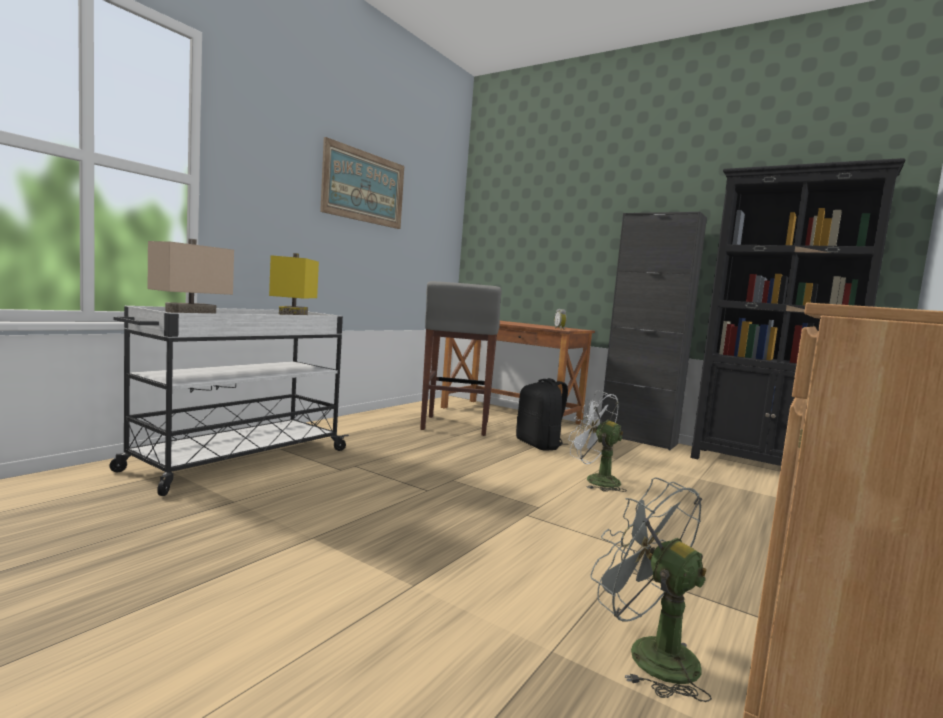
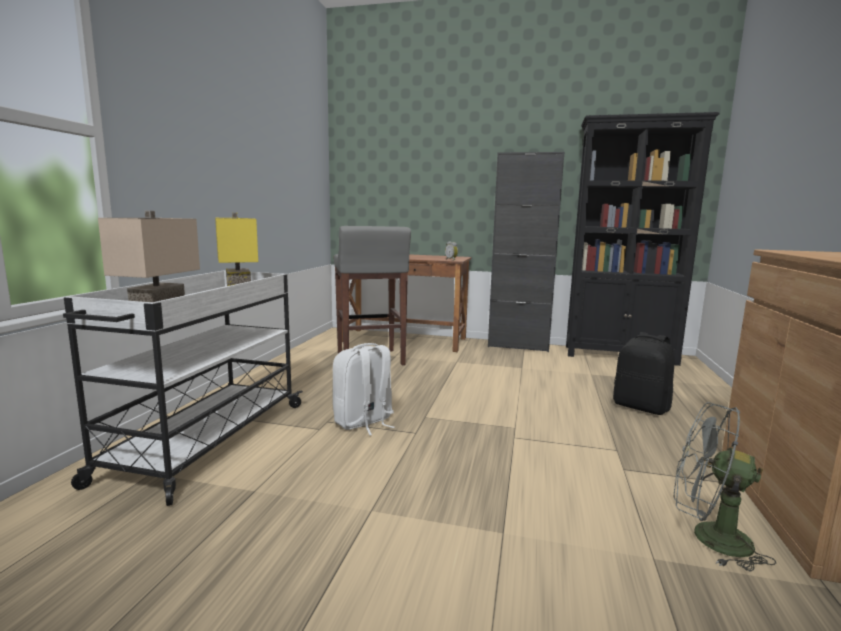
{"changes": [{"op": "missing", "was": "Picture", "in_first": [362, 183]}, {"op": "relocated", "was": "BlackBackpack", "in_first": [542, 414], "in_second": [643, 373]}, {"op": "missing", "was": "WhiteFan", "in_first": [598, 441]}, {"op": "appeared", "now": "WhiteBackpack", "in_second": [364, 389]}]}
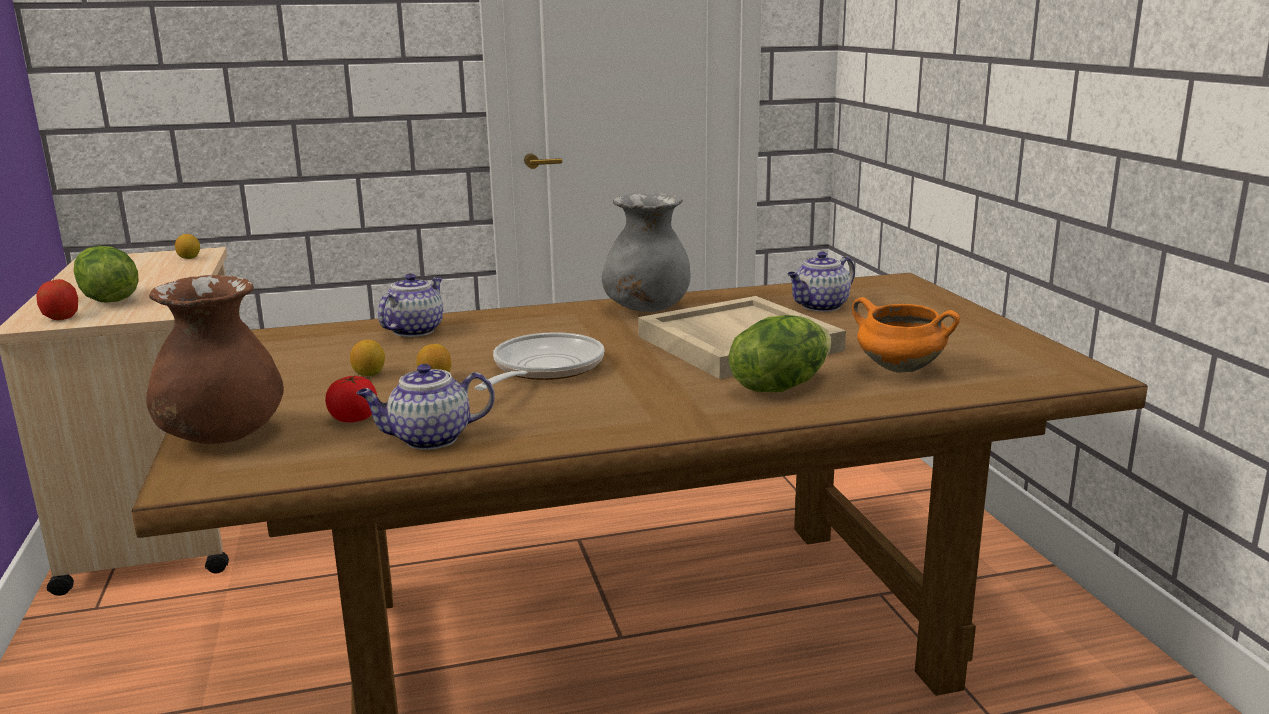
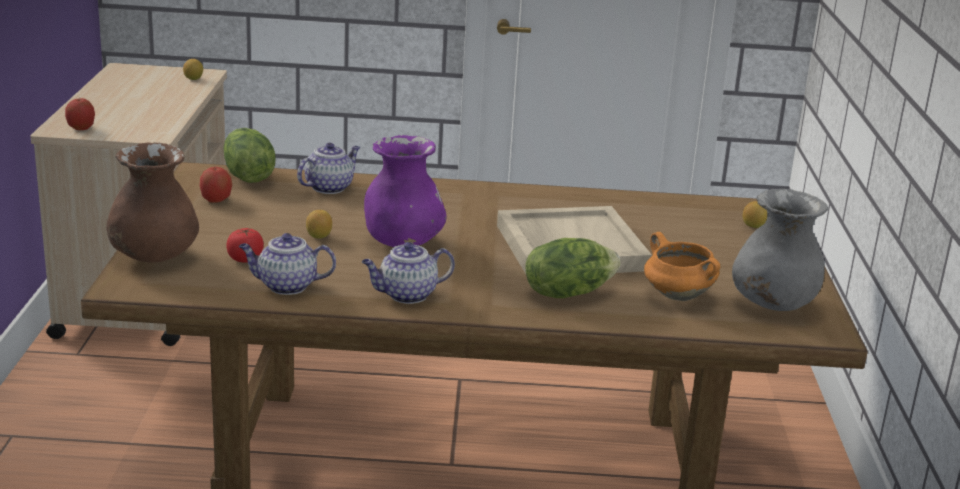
{"changes": [{"op": "relocated", "was": "GreyVase", "in_first": [646, 252], "in_second": [780, 250]}, {"op": "relocated", "was": "Lettuce", "in_first": [106, 274], "in_second": [249, 155]}, {"op": "relocated", "was": "Teapot", "in_first": [821, 282], "in_second": [408, 273]}, {"op": "exchanged", "was": "FryingPan", "now": "PurpleVase", "in_first": [539, 361], "in_second": [405, 191]}, {"op": "relocated", "was": "Lemon", "in_first": [367, 358], "in_second": [755, 214]}, {"op": "appeared", "now": "Apple", "in_second": [216, 185]}]}
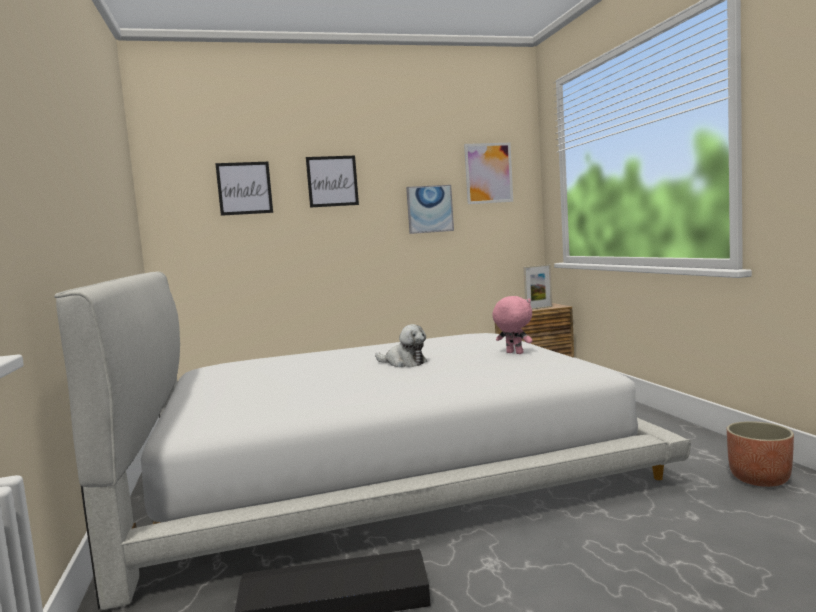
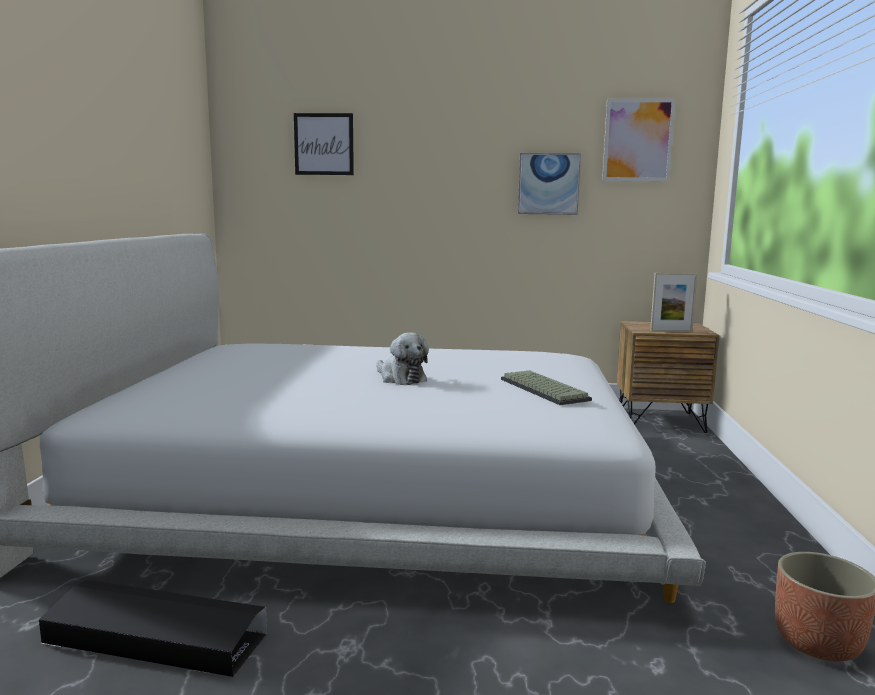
{"changes": [{"op": "missing", "was": "Picture", "in_first": [332, 182]}, {"op": "exchanged", "was": "PinkPlushToy", "now": "Keyboard", "in_first": [512, 325], "in_second": [546, 387]}]}
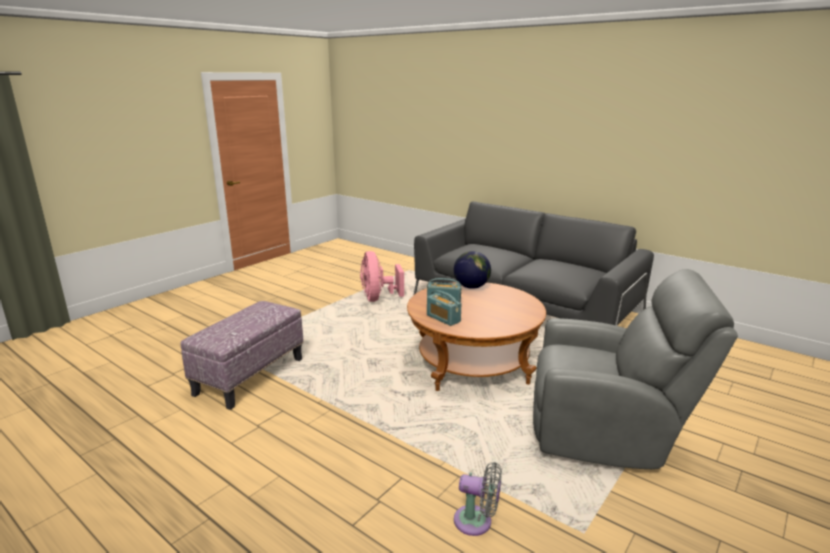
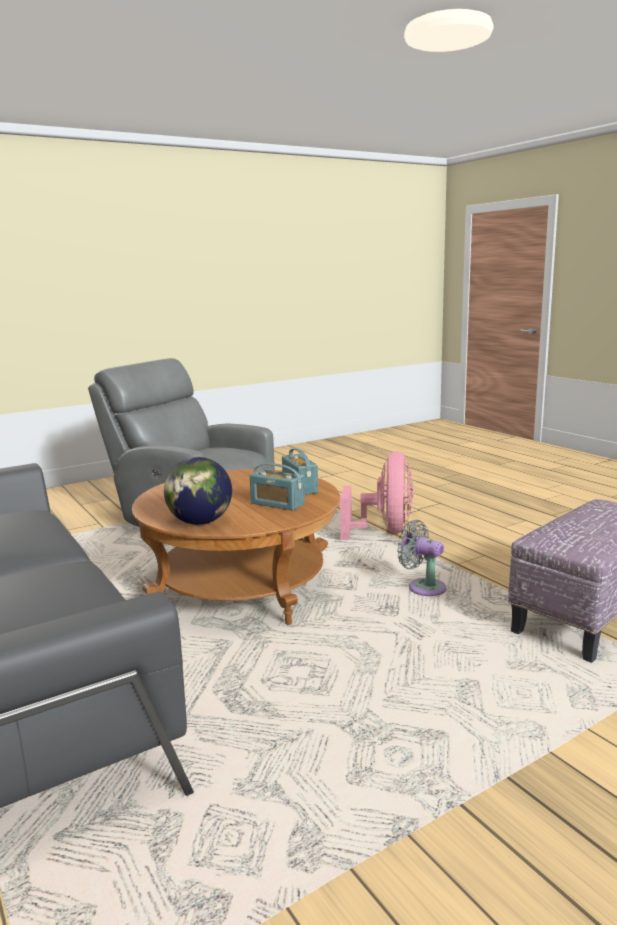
{"changes": [{"op": "relocated", "was": "PinkFan", "in_first": [382, 276], "in_second": [377, 495]}, {"op": "relocated", "was": "GreyFan", "in_first": [478, 499], "in_second": [421, 558]}]}
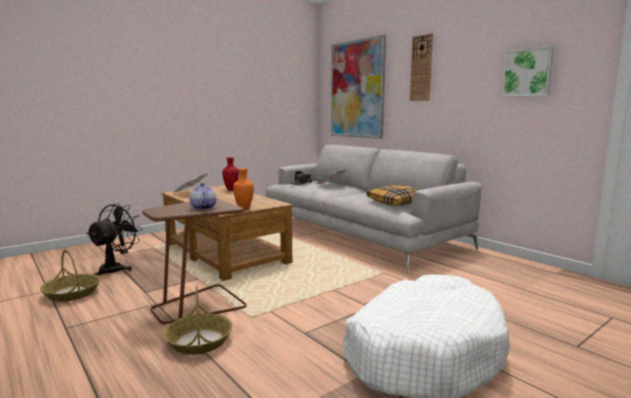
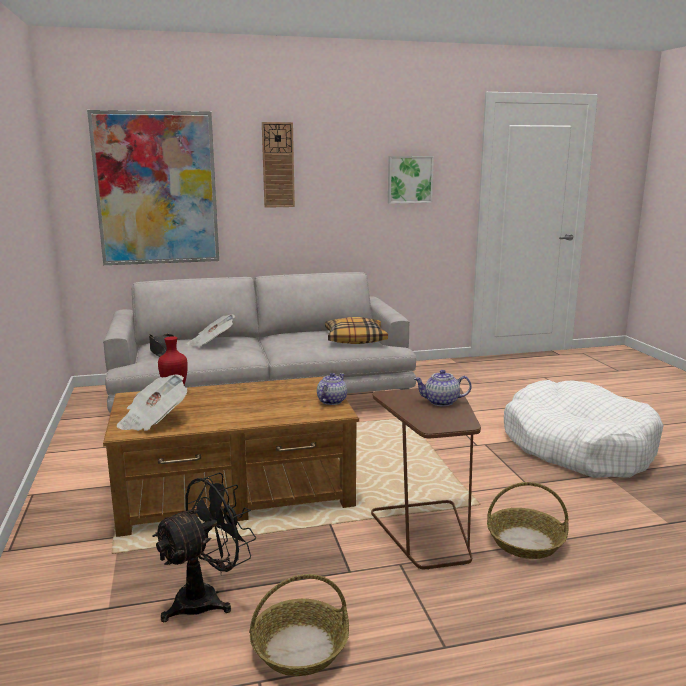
{"changes": [{"op": "exchanged", "was": "OrangeVase", "now": "Teapot", "in_first": [243, 189], "in_second": [332, 389]}, {"op": "spun", "was": "BlackFan", "in_first": [114, 239], "in_second": [204, 547], "clockwise": 90}]}
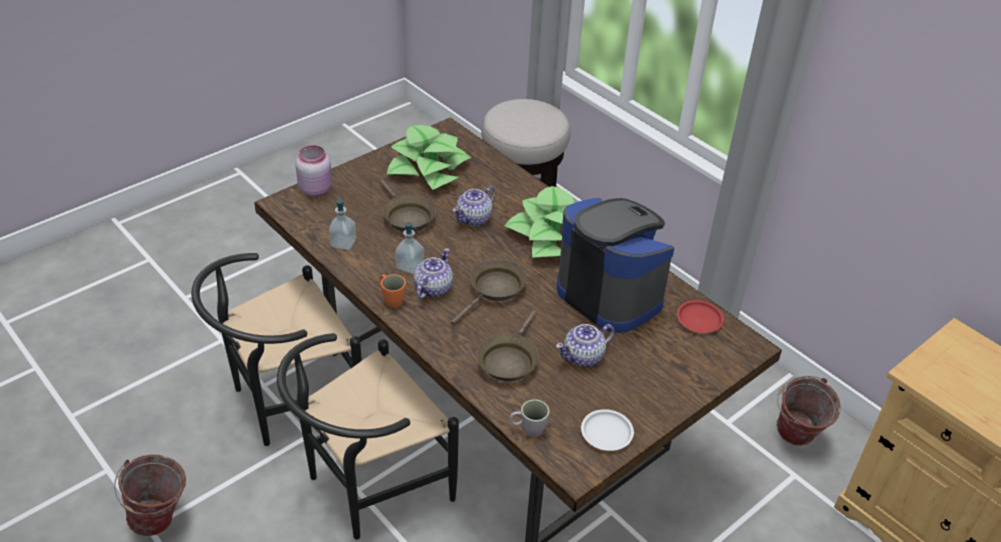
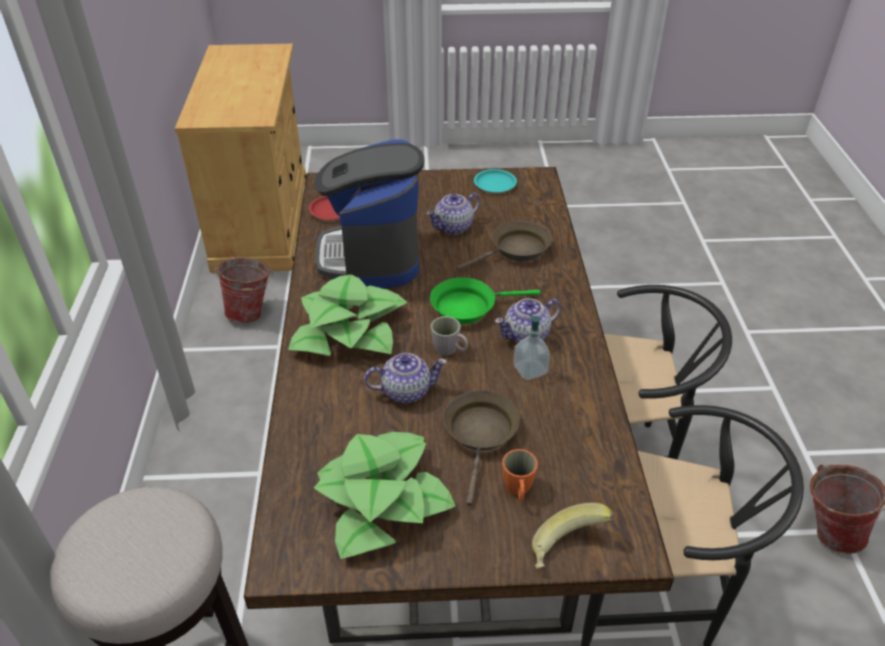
{"changes": [{"op": "exchanged", "was": "PinkJar", "now": "Banana", "in_first": [313, 171], "in_second": [573, 536]}, {"op": "missing", "was": "SoapDispenser", "in_first": [342, 224]}, {"op": "colour", "was": "BrownFryingPan", "now": "GreenFryingPan", "in_first": [489, 292], "in_second": [485, 300]}, {"op": "relocated", "was": "OrangeMug", "in_first": [393, 291], "in_second": [520, 475]}, {"op": "spun", "was": "Teapot", "in_first": [585, 345], "in_second": [453, 214], "clockwise": 135}, {"op": "relocated", "was": "GreyMug", "in_first": [529, 418], "in_second": [449, 336]}, {"op": "colour", "was": "WhitePlate", "now": "TurquoisePlate", "in_first": [607, 430], "in_second": [495, 181]}]}
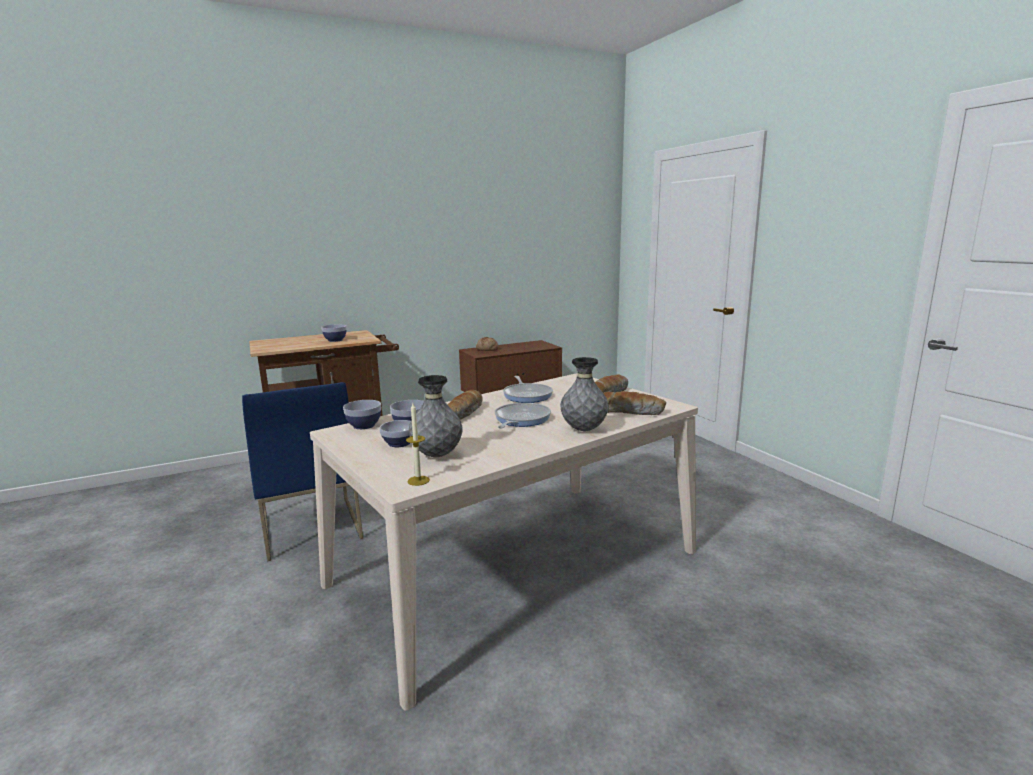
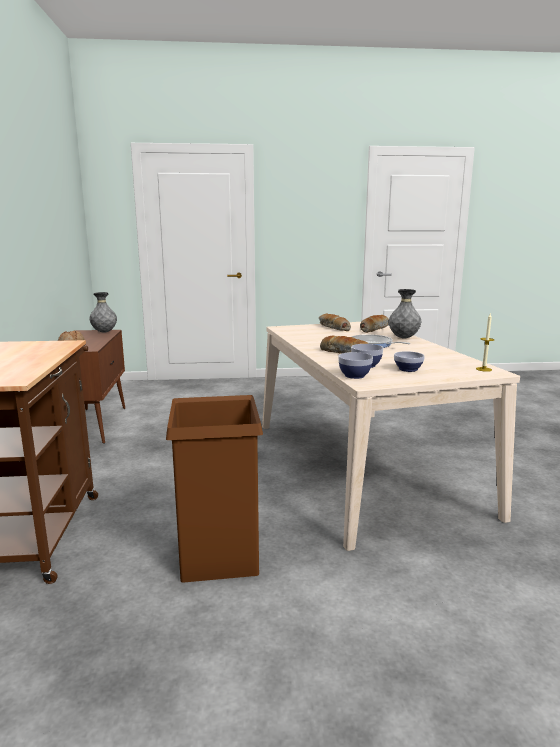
{"changes": [{"op": "missing", "was": "Bowl", "in_first": [334, 333]}, {"op": "relocated", "was": "GreyVase", "in_first": [436, 416], "in_second": [103, 312]}, {"op": "missing", "was": "FryingPan", "in_first": [528, 389]}, {"op": "exchanged", "was": "BlueChair", "now": "BrownTrashCan", "in_first": [302, 471], "in_second": [214, 489]}]}
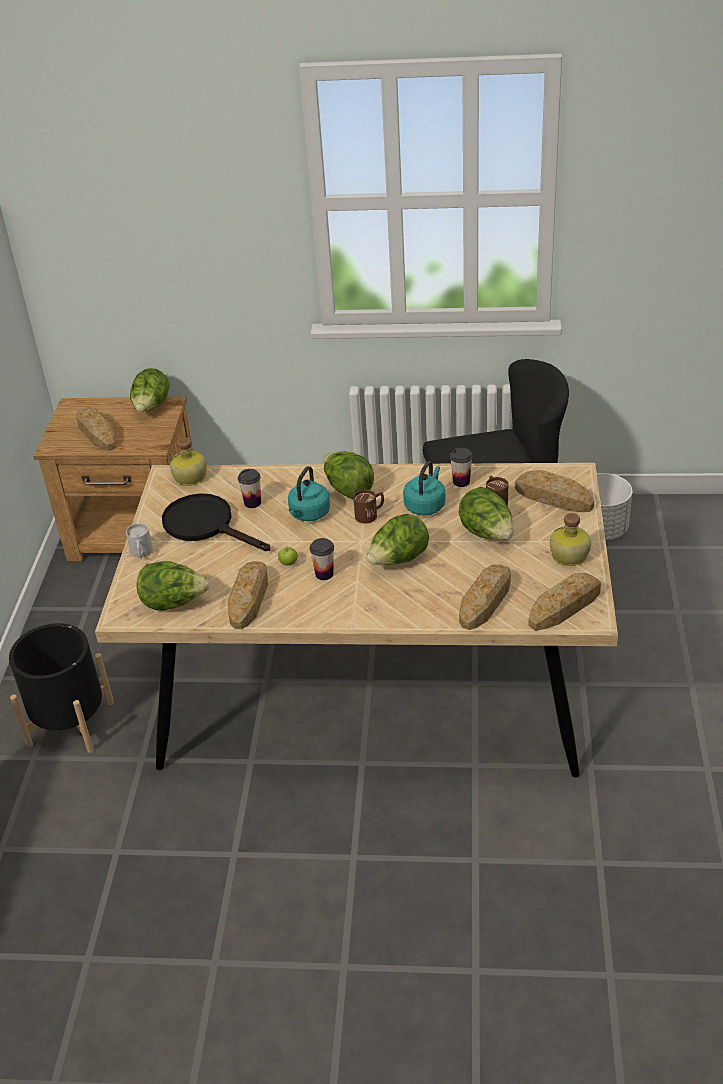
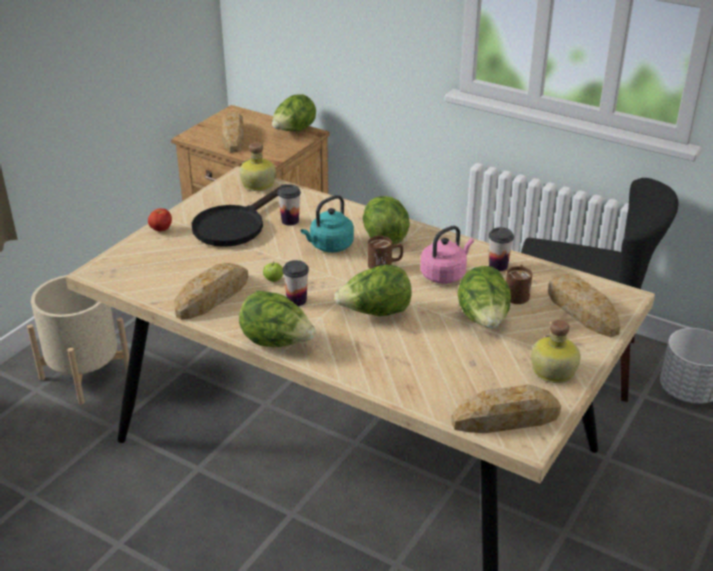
{"changes": [{"op": "colour", "was": "TurquoiseKettle", "now": "PinkKettle", "in_first": [424, 488], "in_second": [447, 255]}, {"op": "spun", "was": "BlackFryingPan", "in_first": [216, 522], "in_second": [239, 215], "clockwise": -120}, {"op": "exchanged", "was": "WhiteMug", "now": "Tomato", "in_first": [139, 540], "in_second": [160, 219]}, {"op": "relocated", "was": "Lettuce", "in_first": [173, 585], "in_second": [277, 319]}, {"op": "missing", "was": "Bread", "in_first": [485, 597]}, {"op": "colour", "was": "BlackPlanter", "now": "BeigePlanter", "in_first": [61, 688], "in_second": [78, 340]}]}
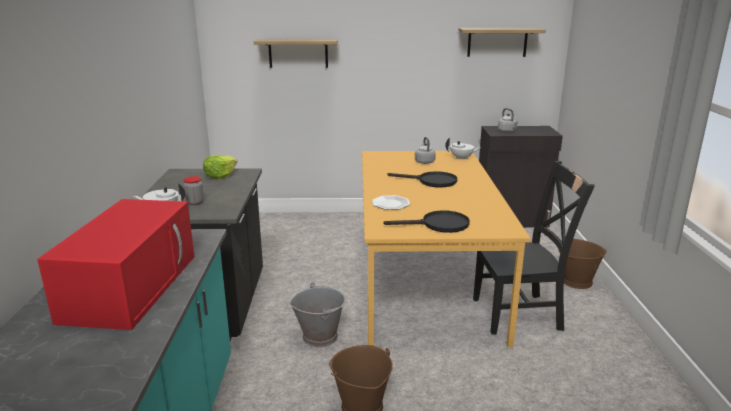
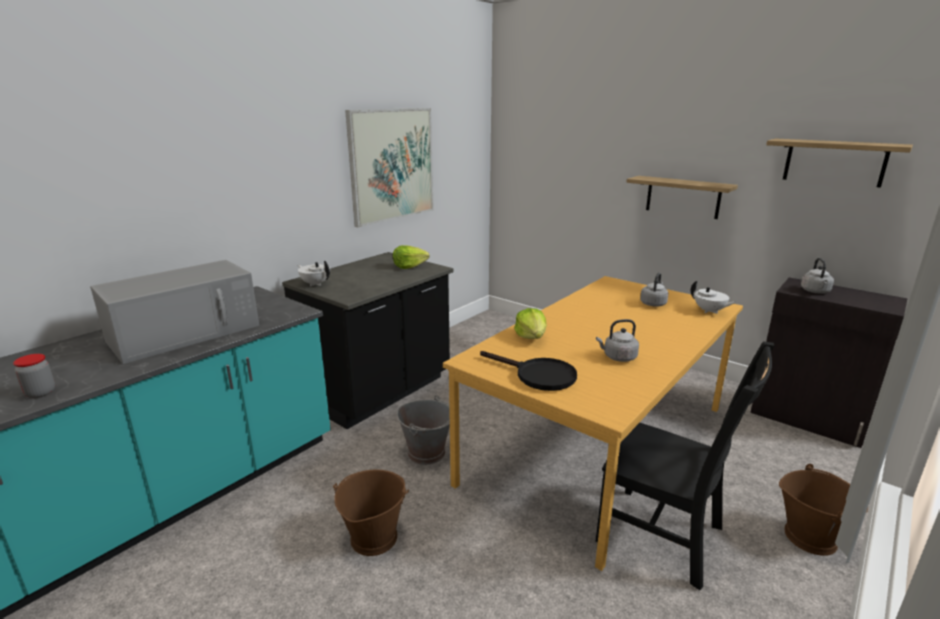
{"changes": [{"op": "relocated", "was": "Shelf", "in_first": [296, 53], "in_second": [682, 197]}, {"op": "missing", "was": "BlackFryingPan", "in_first": [422, 179]}, {"op": "relocated", "was": "Jar", "in_first": [194, 190], "in_second": [34, 376]}, {"op": "exchanged", "was": "Plate", "now": "Lettuce", "in_first": [391, 202], "in_second": [530, 323]}, {"op": "colour", "was": "RedMicrowave", "now": "GreyMicrowave", "in_first": [115, 264], "in_second": [174, 312]}, {"op": "appeared", "now": "Picture", "in_second": [389, 168]}, {"op": "appeared", "now": "GreyKettle", "in_second": [617, 340]}]}
